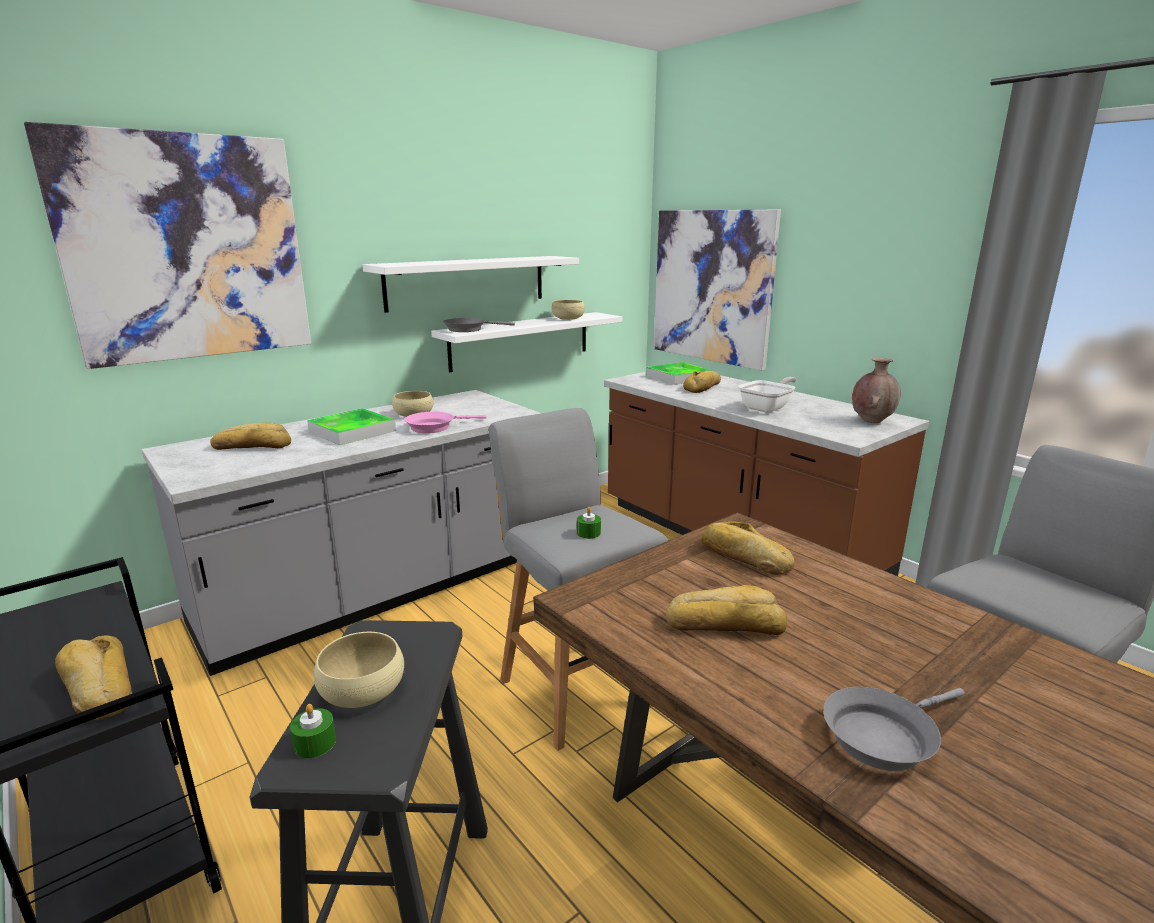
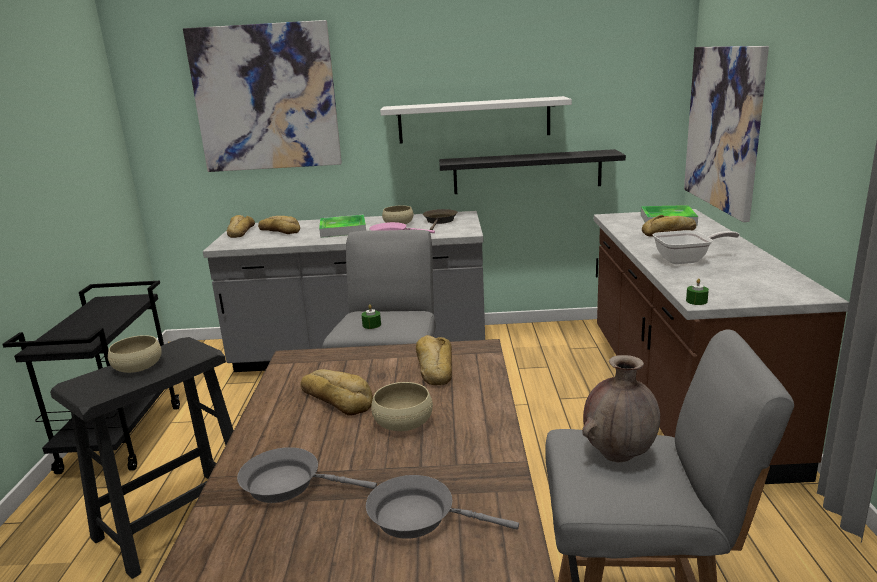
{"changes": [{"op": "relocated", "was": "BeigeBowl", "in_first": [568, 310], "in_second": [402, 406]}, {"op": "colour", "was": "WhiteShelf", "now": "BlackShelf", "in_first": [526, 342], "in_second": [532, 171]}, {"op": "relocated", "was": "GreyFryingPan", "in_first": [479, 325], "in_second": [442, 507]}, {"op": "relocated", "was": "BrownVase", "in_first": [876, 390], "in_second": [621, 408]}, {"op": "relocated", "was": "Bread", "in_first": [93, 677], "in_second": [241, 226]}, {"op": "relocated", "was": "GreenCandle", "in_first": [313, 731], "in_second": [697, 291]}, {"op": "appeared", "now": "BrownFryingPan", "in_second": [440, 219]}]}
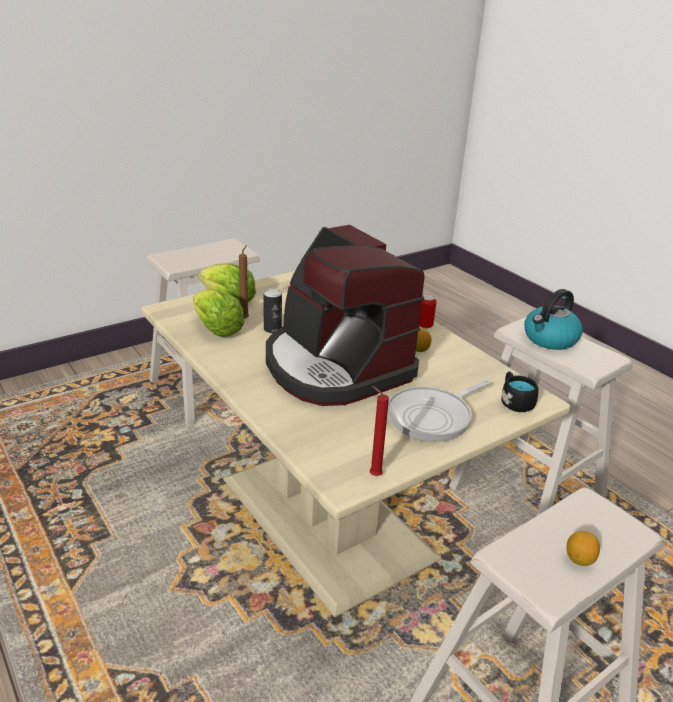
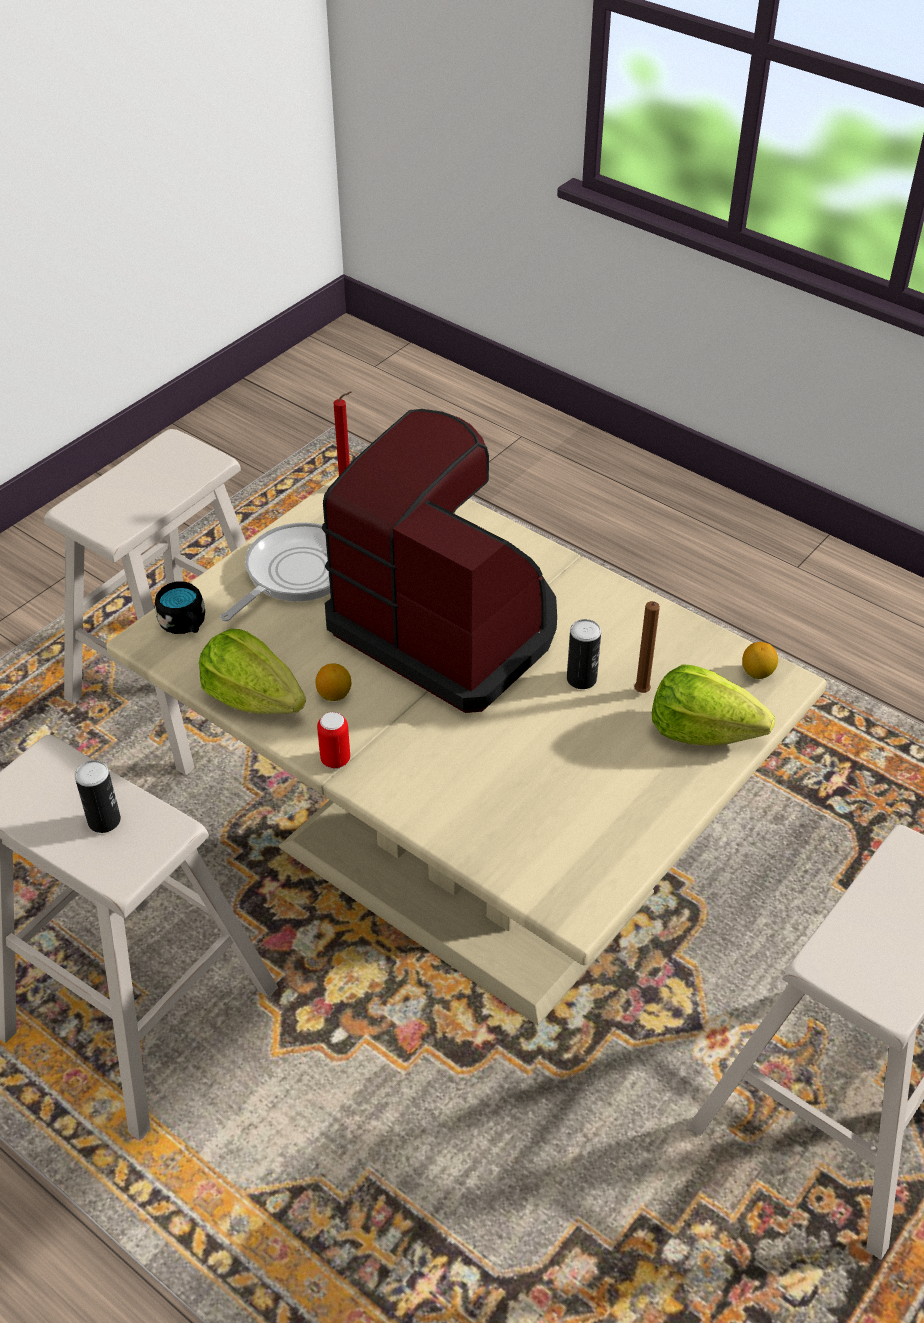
{"changes": [{"op": "relocated", "was": "Lettuce", "in_first": [218, 313], "in_second": [252, 671]}, {"op": "exchanged", "was": "Kettle", "now": "Can", "in_first": [553, 319], "in_second": [98, 796]}, {"op": "relocated", "was": "Lemon", "in_first": [583, 548], "in_second": [760, 660]}]}
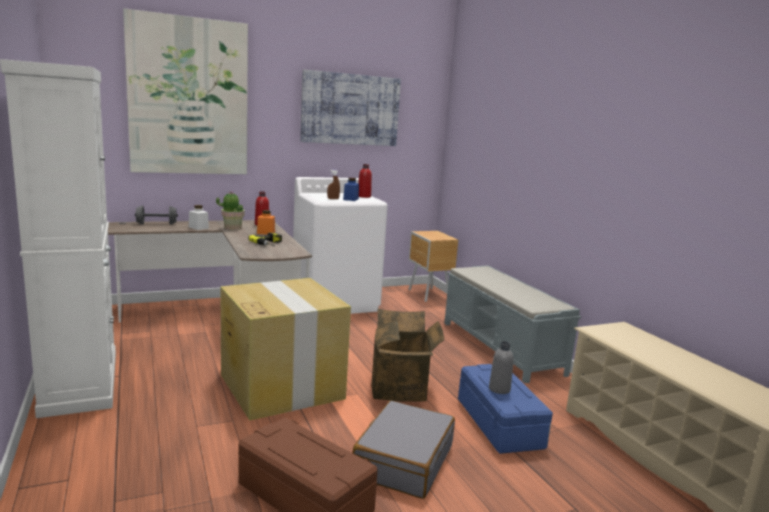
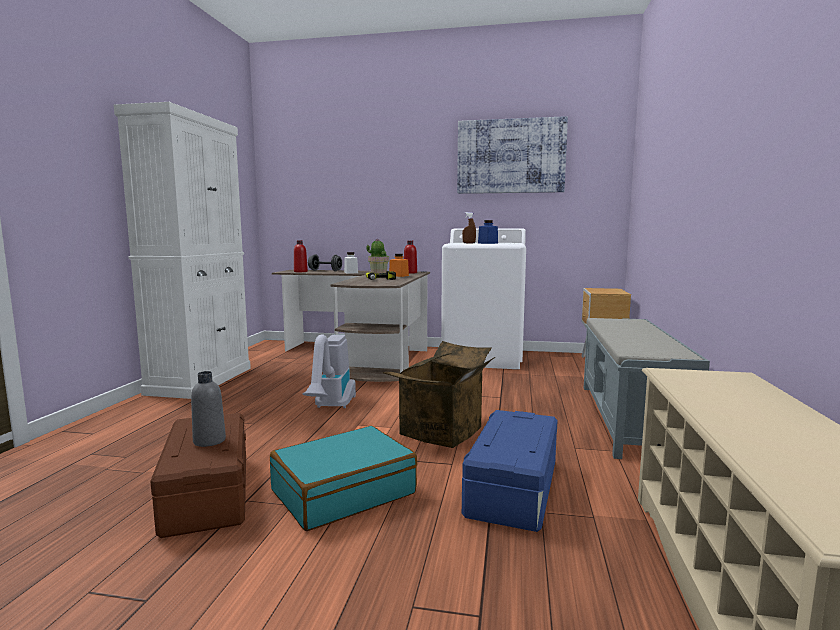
{"changes": [{"op": "missing", "was": "Picture", "in_first": [185, 91]}, {"op": "relocated", "was": "RedBottle", "in_first": [365, 181], "in_second": [301, 256]}, {"op": "exchanged", "was": "CardboardBox", "now": "VacuumCleaner", "in_first": [286, 349], "in_second": [329, 371]}, {"op": "relocated", "was": "GreyBottle", "in_first": [501, 367], "in_second": [208, 409]}, {"op": "colour", "was": "GreySuitcase", "now": "TurquoiseSuitcase", "in_first": [403, 450], "in_second": [343, 478]}]}
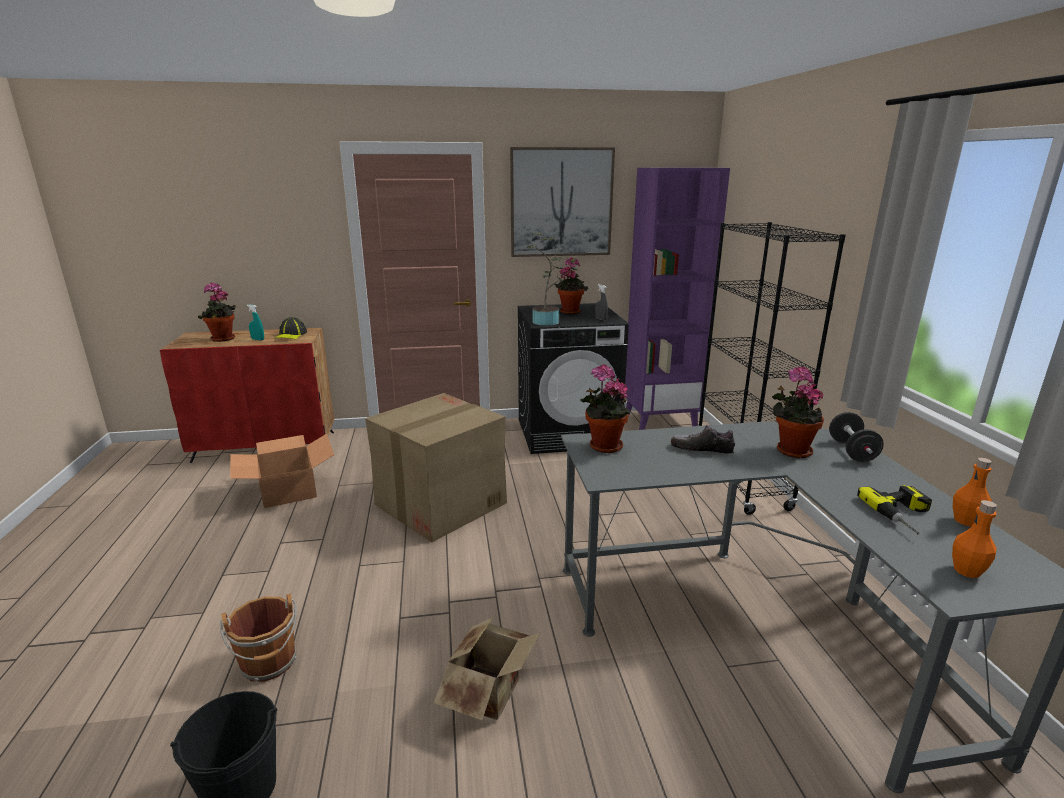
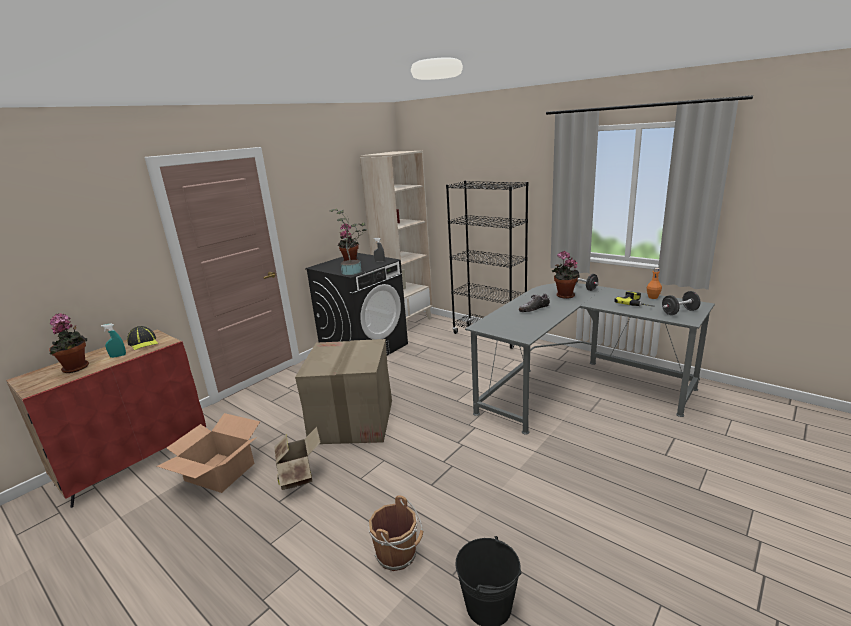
{"changes": [{"op": "missing", "was": "Picture", "in_first": [562, 202]}, {"op": "colour", "was": "PurpleBookcase", "now": "BeigeBookcase", "in_first": [677, 299], "in_second": [396, 239]}, {"op": "missing", "was": "PottedPlant", "in_first": [605, 408]}, {"op": "exchanged", "was": "OrangeBottle", "now": "BlackDumbbell", "in_first": [974, 539], "in_second": [681, 303]}, {"op": "relocated", "was": "CardboardBox", "in_first": [487, 669], "in_second": [298, 458]}]}
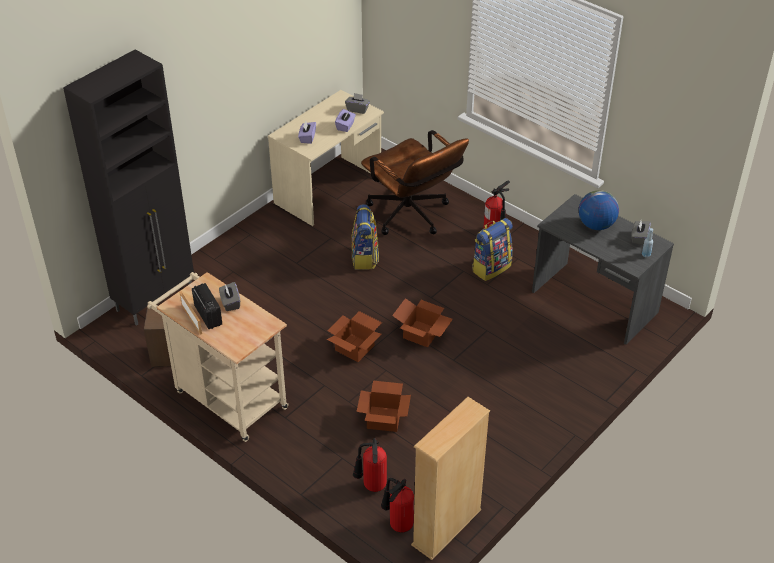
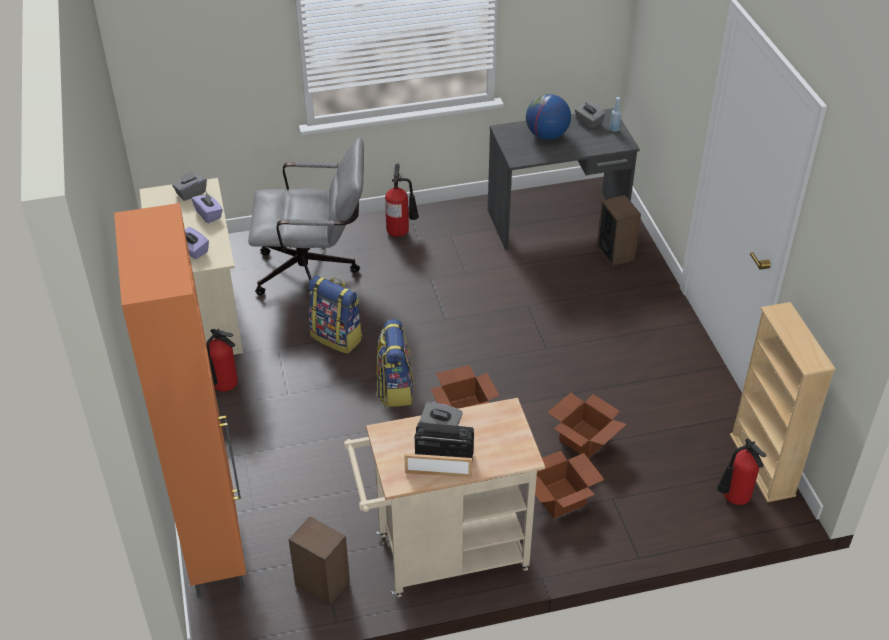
{"changes": [{"op": "colour", "was": "BlackCabinet", "now": "OrangeCabinet", "in_first": [128, 187], "in_second": [180, 400]}, {"op": "colour", "was": "BrownOfficeChair", "now": "GreyOfficeChair", "in_first": [415, 182], "in_second": [306, 216]}, {"op": "relocated", "was": "Backpack", "in_first": [492, 249], "in_second": [395, 363]}, {"op": "relocated", "was": "CardboardBox", "in_first": [422, 323], "in_second": [570, 484]}, {"op": "relocated", "was": "FireExtinguisher", "in_first": [370, 465], "in_second": [222, 360]}, {"op": "appeared", "now": "Speaker", "in_second": [619, 230]}]}
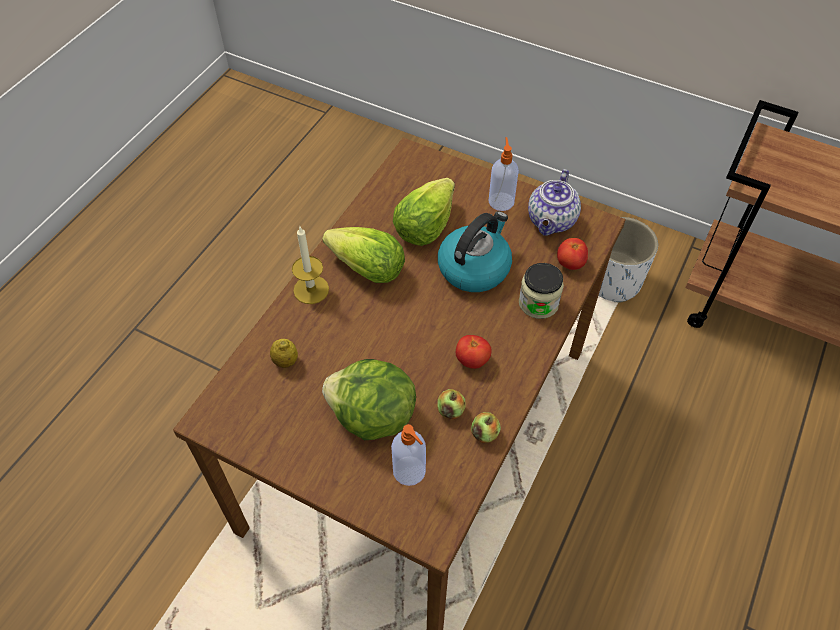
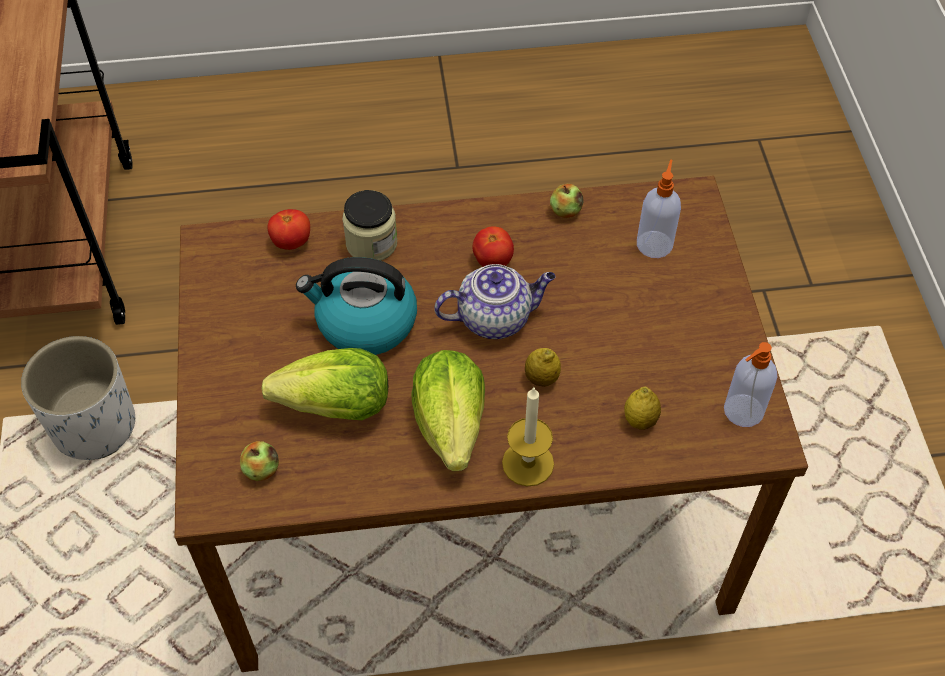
{"changes": [{"op": "relocated", "was": "SoapDispenser", "in_first": [504, 174], "in_second": [750, 384]}, {"op": "relocated", "was": "Teapot", "in_first": [554, 202], "in_second": [495, 301]}, {"op": "missing", "was": "Lettuce", "in_first": [369, 399]}, {"op": "relocated", "was": "Apple", "in_first": [451, 404], "in_second": [259, 461]}, {"op": "appeared", "now": "Lemon", "in_second": [543, 367]}]}
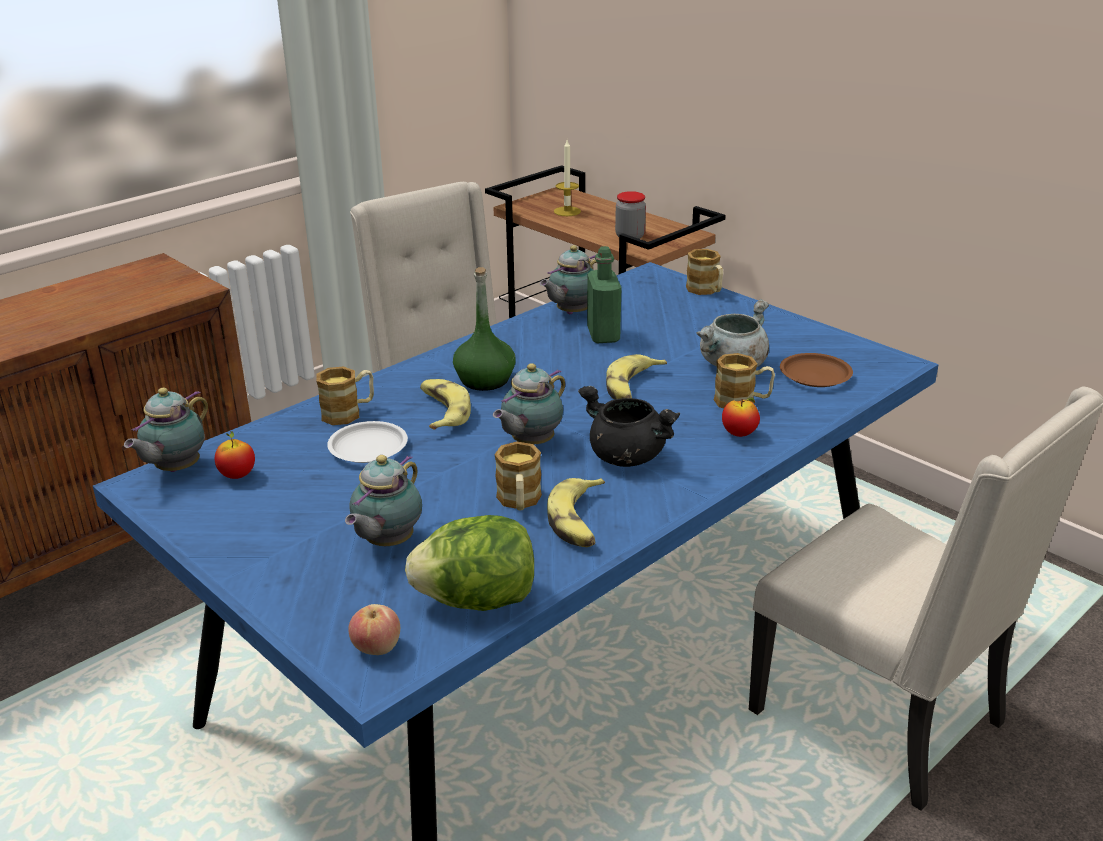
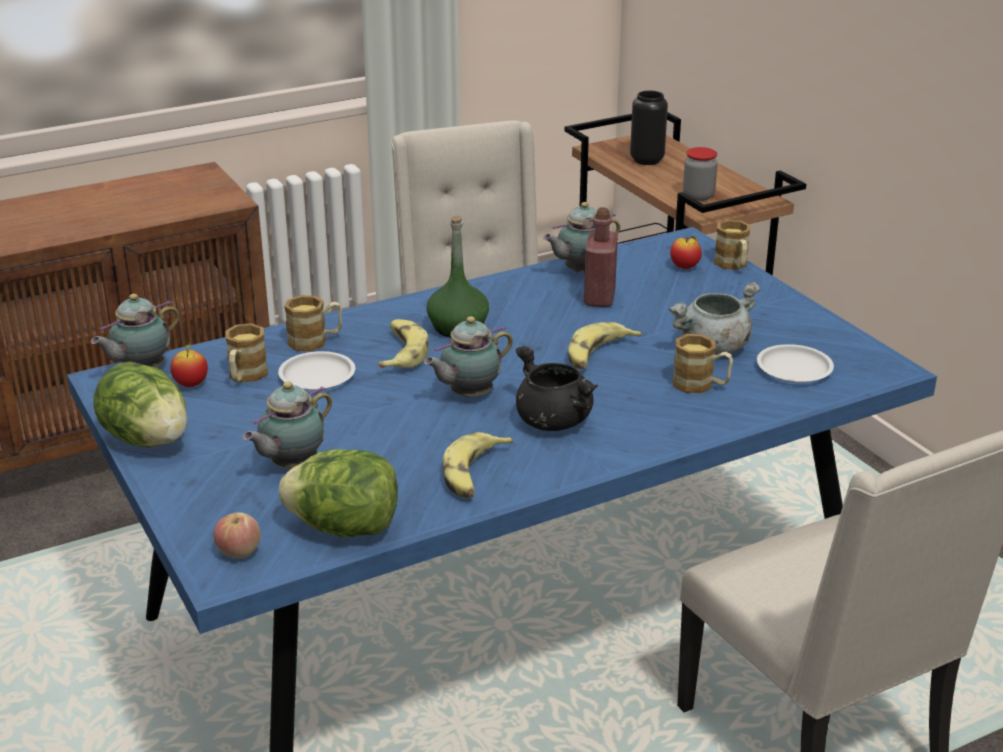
{"changes": [{"op": "exchanged", "was": "Candle", "now": "BlackVase", "in_first": [567, 178], "in_second": [649, 128]}, {"op": "colour", "was": "GreenBottle", "now": "RedBottle", "in_first": [604, 294], "in_second": [601, 257]}, {"op": "colour", "was": "BrownPlate", "now": "WhitePlate", "in_first": [816, 370], "in_second": [795, 363]}, {"op": "relocated", "was": "Apple", "in_first": [741, 417], "in_second": [686, 252]}, {"op": "relocated", "was": "Mug", "in_first": [518, 476], "in_second": [246, 352]}, {"op": "appeared", "now": "Lettuce", "in_second": [140, 404]}]}
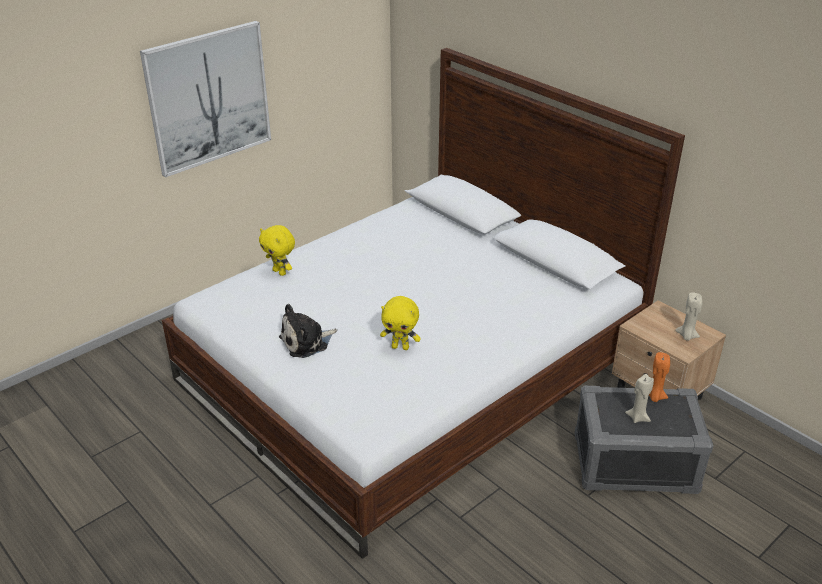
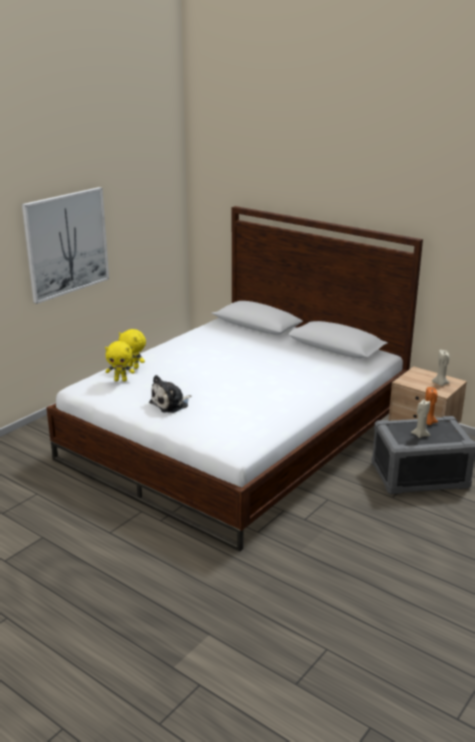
{"changes": [{"op": "relocated", "was": "YellowPlushToy", "in_first": [400, 323], "in_second": [120, 361]}]}
